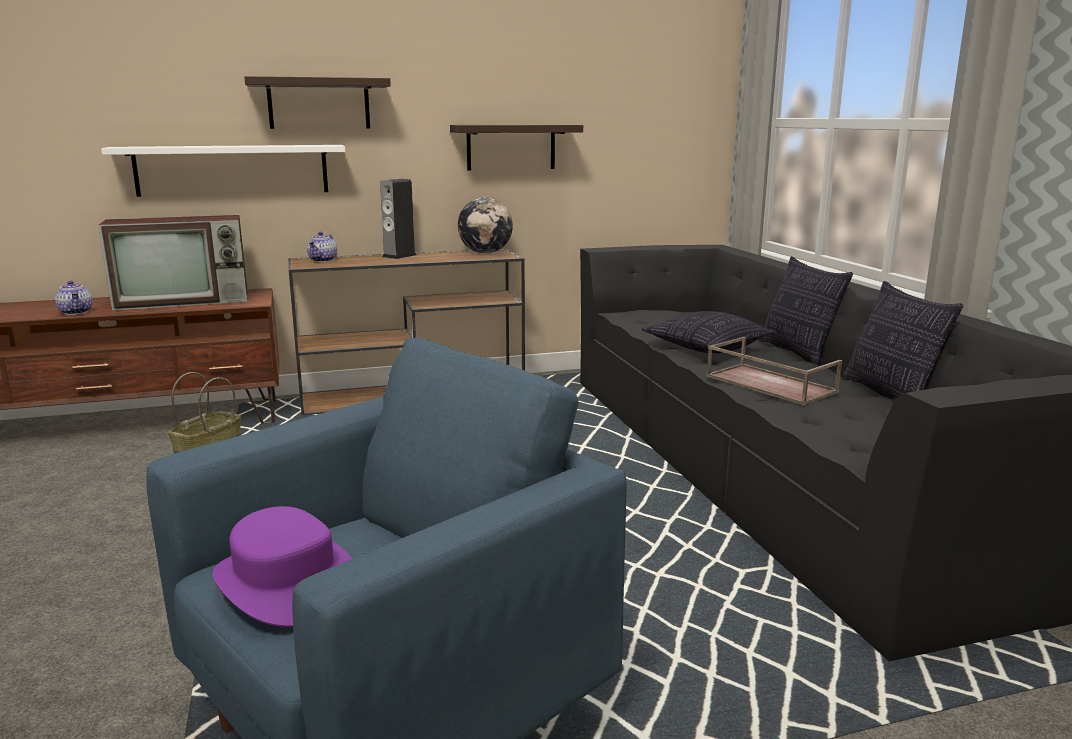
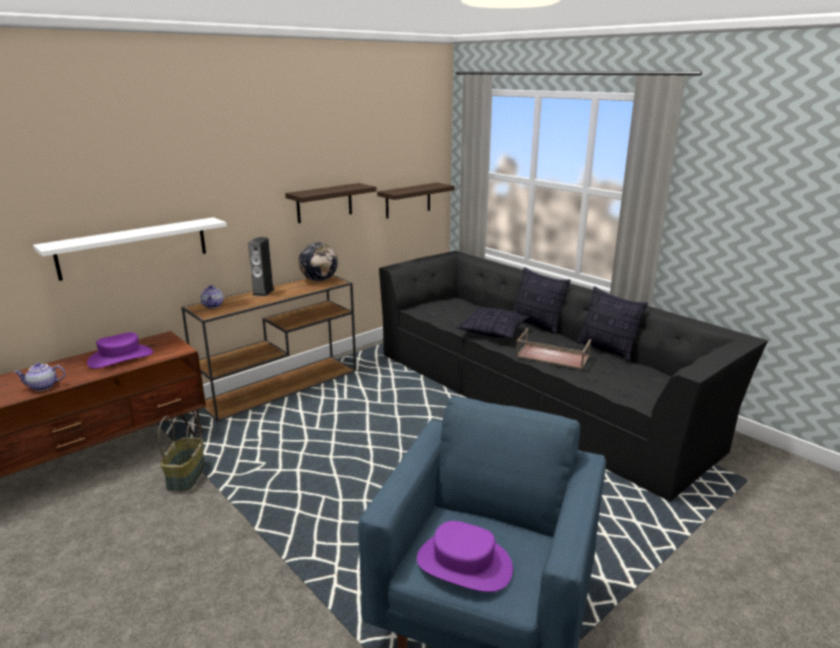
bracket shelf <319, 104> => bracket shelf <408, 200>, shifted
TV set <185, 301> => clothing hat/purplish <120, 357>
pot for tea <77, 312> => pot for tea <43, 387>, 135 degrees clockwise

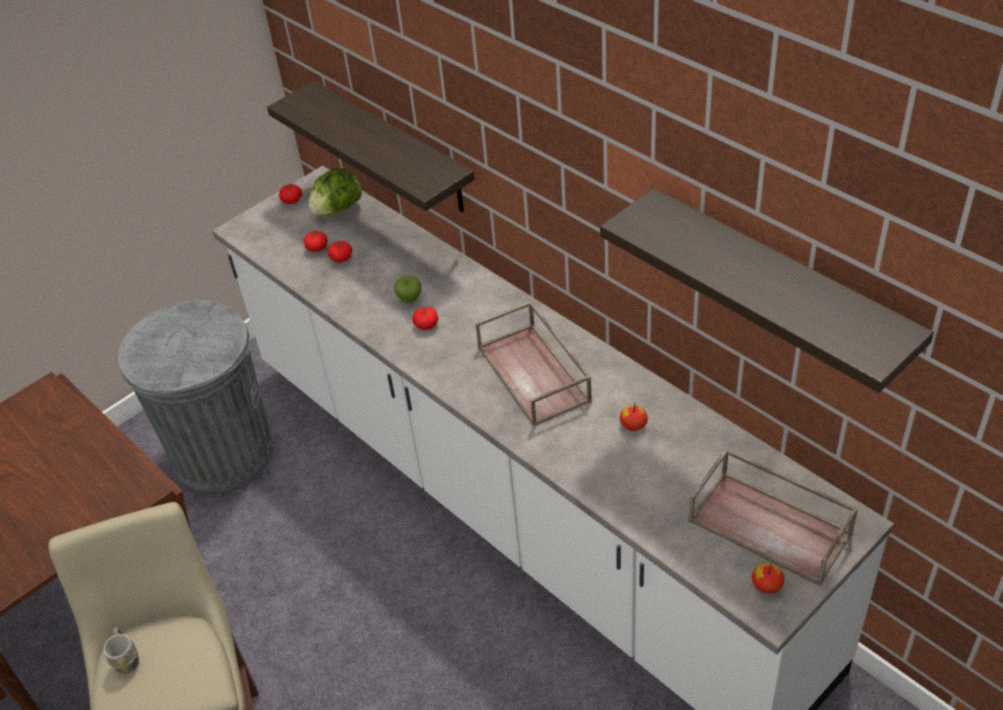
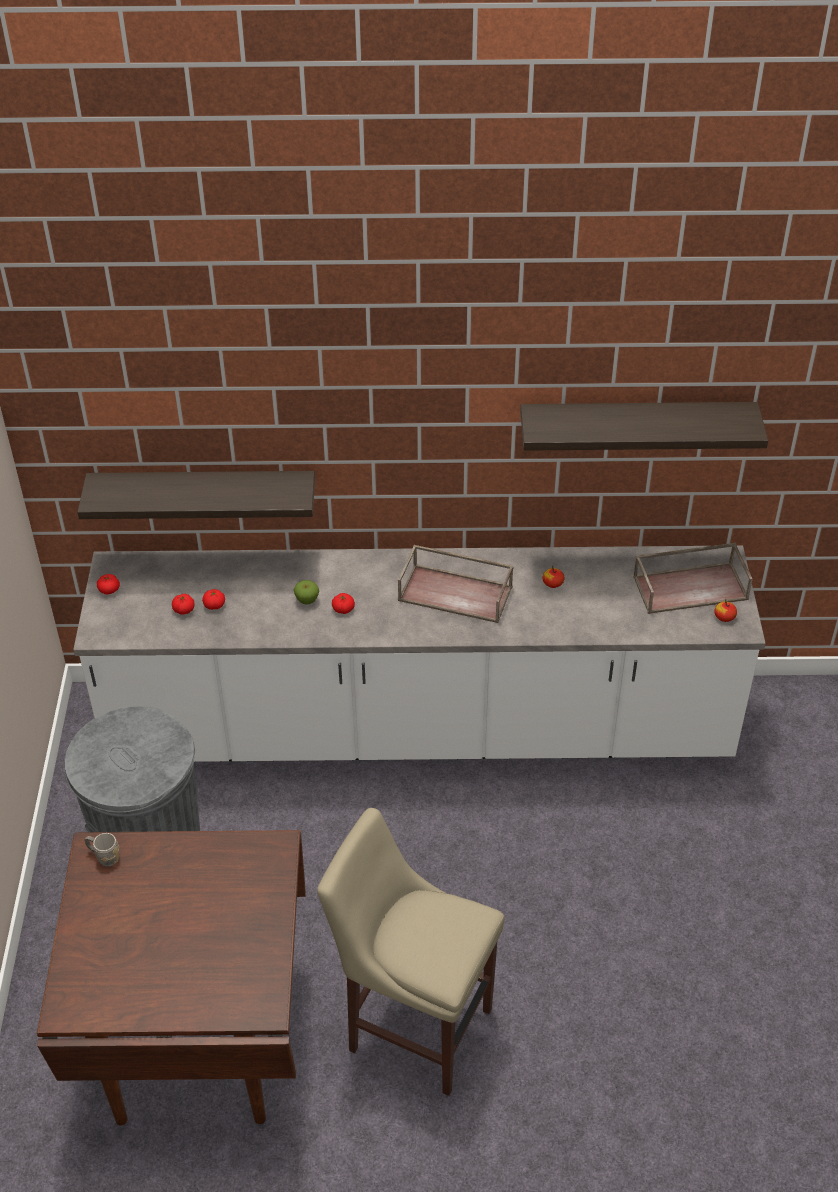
lettuce <337, 209> => nothing
coffee mug/grey <126, 658> => coffee mug/grey <104, 857>, shifted

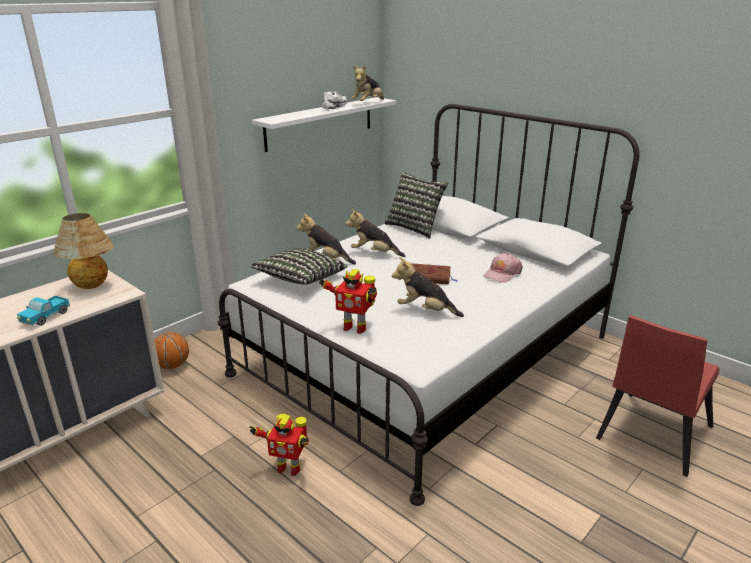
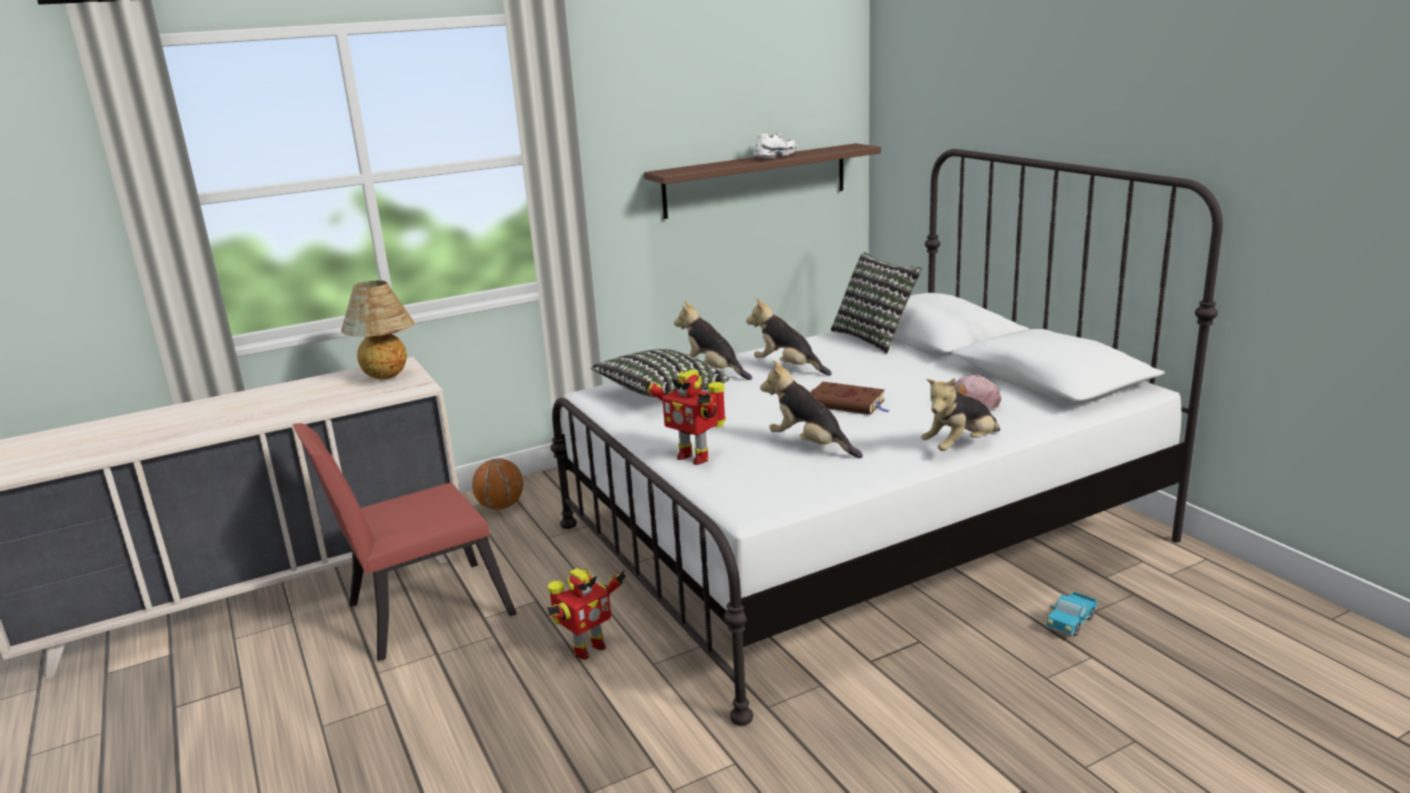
toy truck <45, 318> => toy truck <1070, 623>, shifted
plush toy <368, 103> => plush toy <960, 447>, shifted
upright chair/red-coloured <650, 435> => upright chair/red-coloured <419, 612>, shifted
bracket shelf/whitish <320, 123> => bracket shelf/brown <756, 180>
toy robot <288, 468> => toy robot <587, 649>, 75 degrees counterclockwise

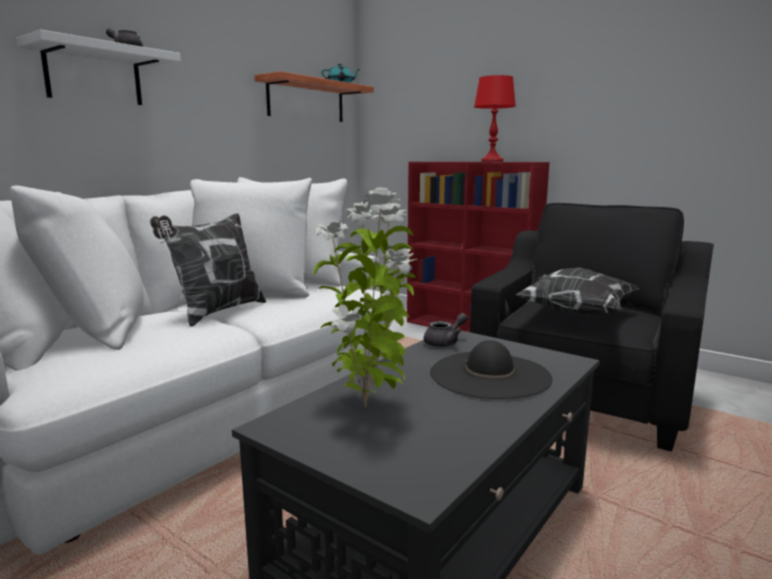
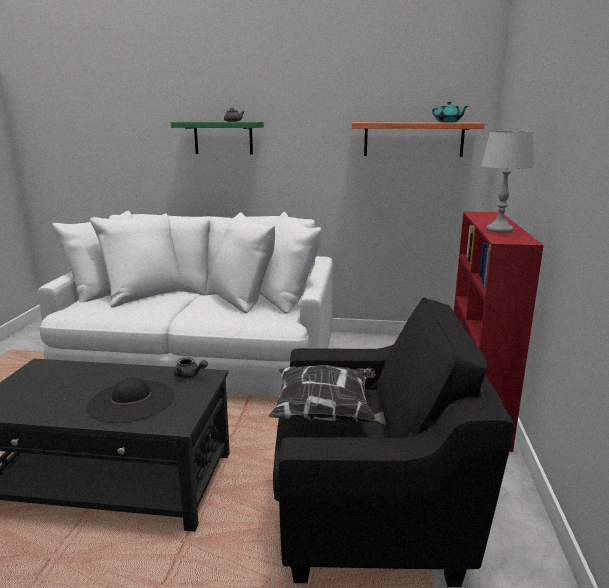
pillow <217, 312> => nothing
houseplant <368, 406> => nothing
bracket shelf/whitish <94, 75> => bracket shelf/greenish <223, 138>
lamp for a table/red-coloured <492, 161> => lamp for a table/grey <499, 230>

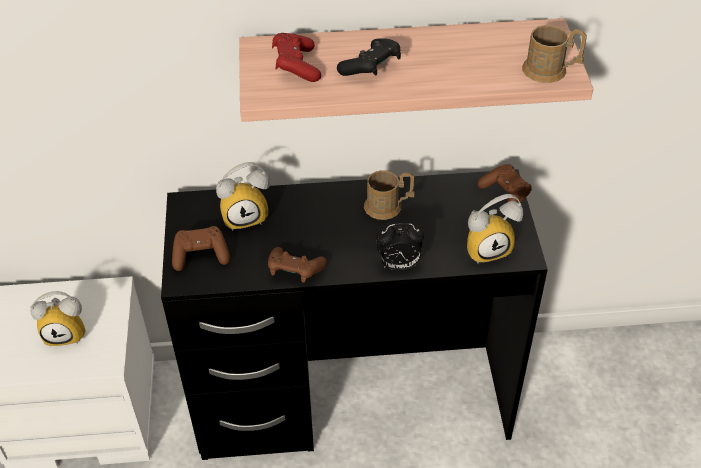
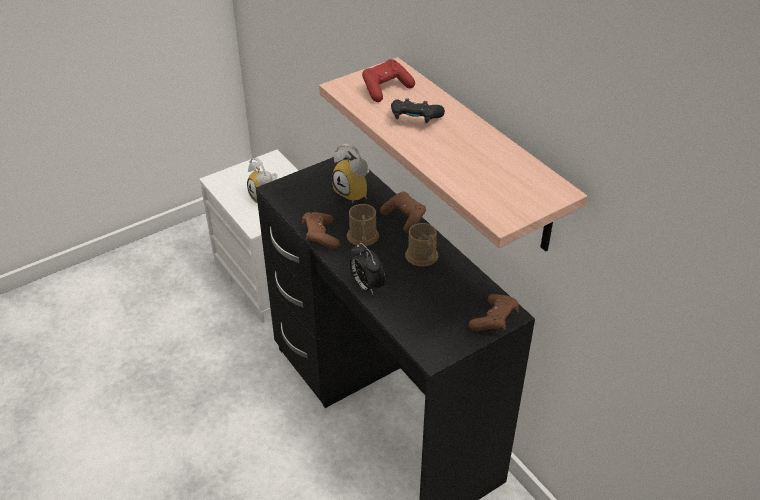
bedside clock <487, 247> => nothing
gamepad/brown <201, 255> => gamepad/brown <404, 218>, shifted
coffee mug/brown <551, 71> => coffee mug/brown <363, 238>, shifted

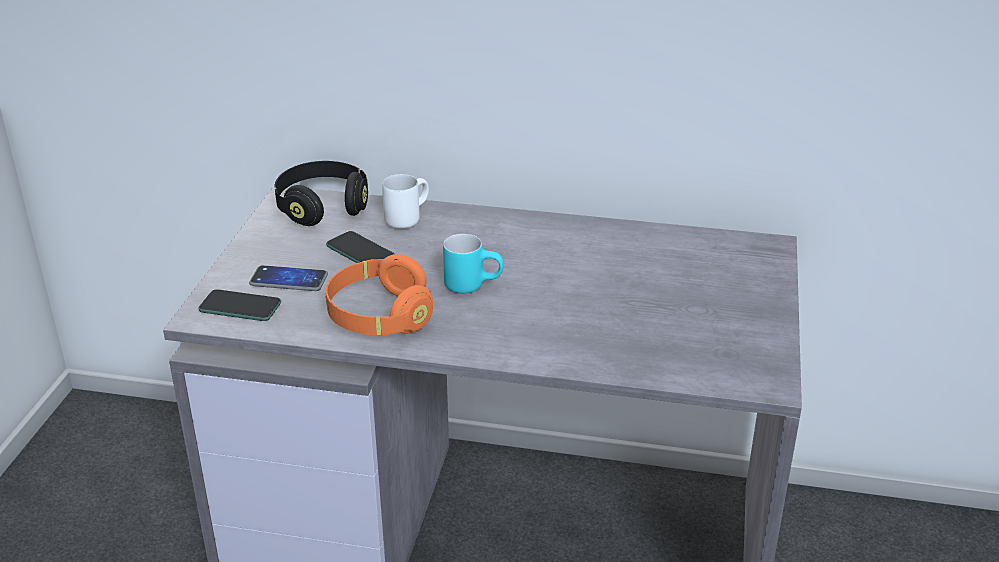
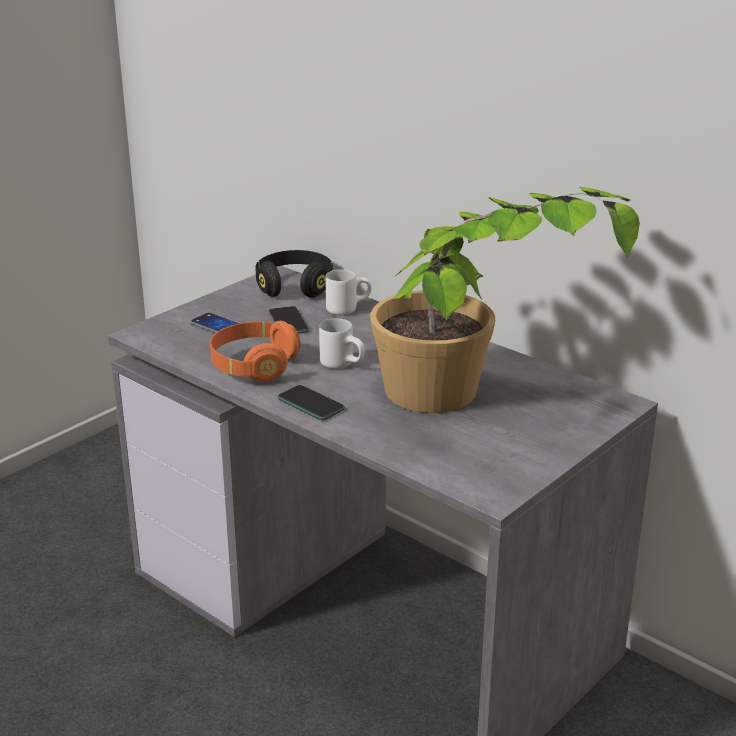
nothing => houseplant <477, 401>
telephone <240, 307> => telephone <310, 404>, shifted
coffee mug/blue-green <473, 284> => coffee mug/whitish <344, 364>

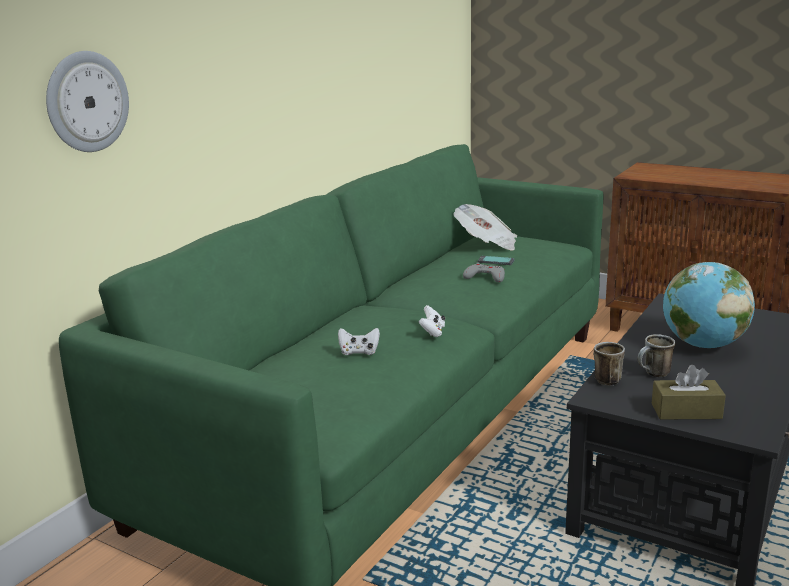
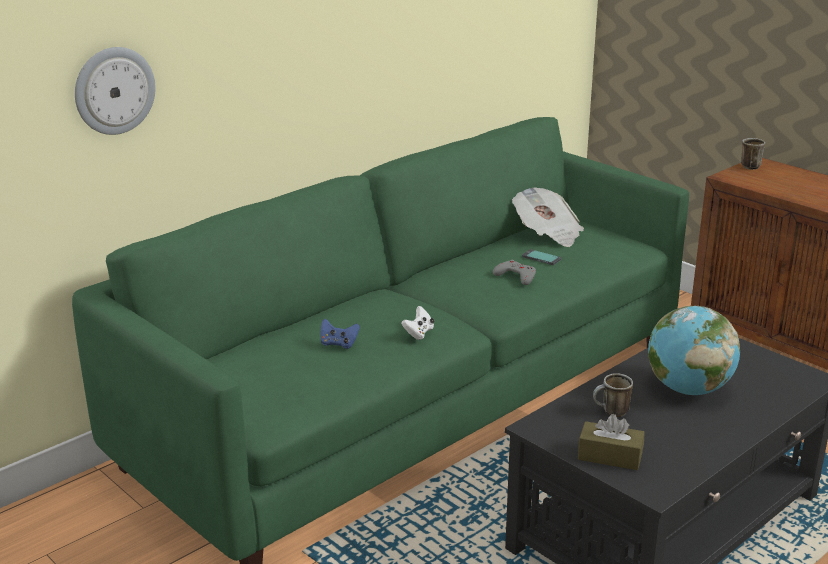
coffee mug <603, 379> => coffee mug <748, 166>, shifted
gamepad/whitish <359, 352> => gamepad/bluish <338, 344>

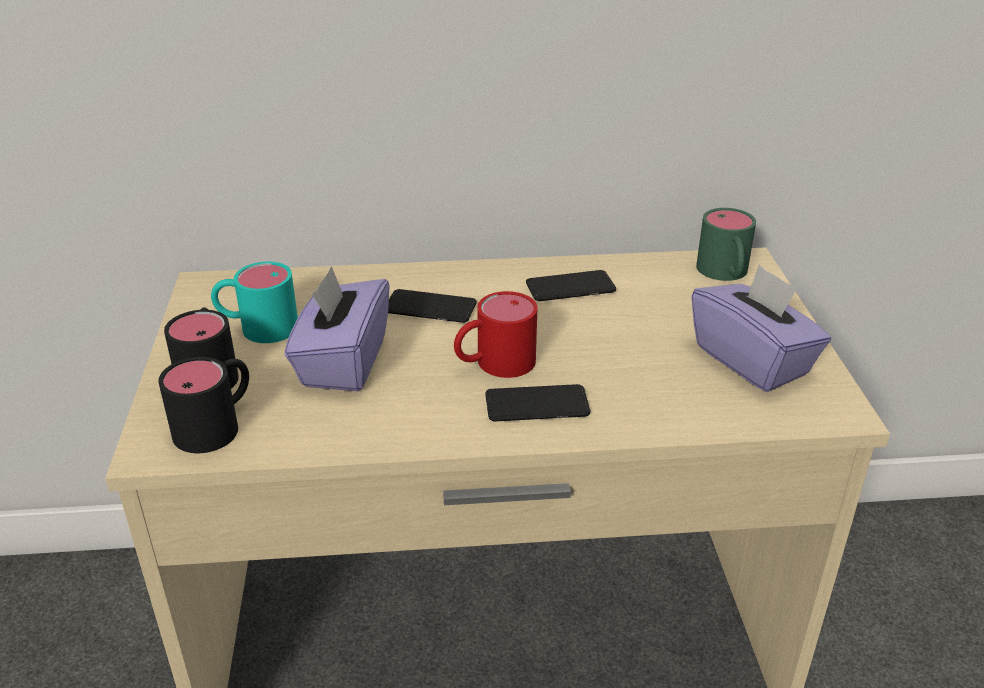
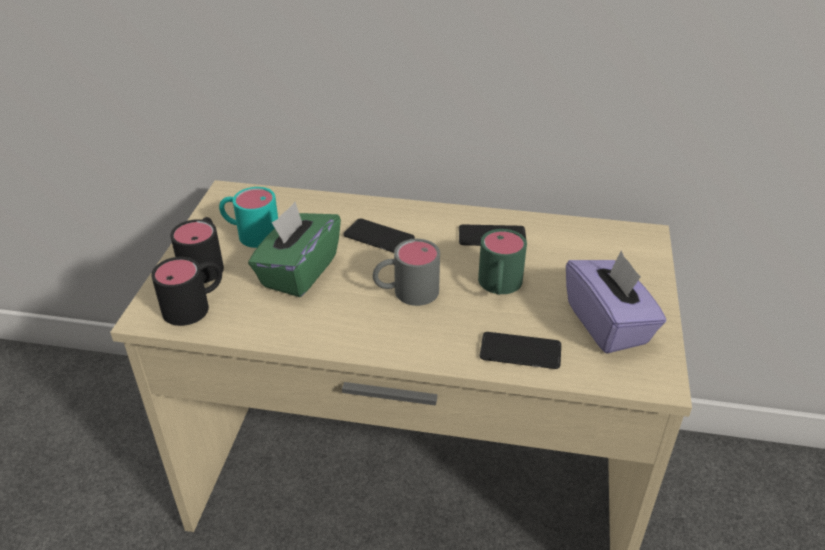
telephone <537, 405> => telephone <520, 351>, shifted
coffee mug/greenish <725, 274> => coffee mug/greenish <499, 287>, shifted
tissue box/purplish <343, 362> => tissue box/greenish <298, 271>
coffee mug/red-coloured <494, 364> => coffee mug/grey <406, 292>

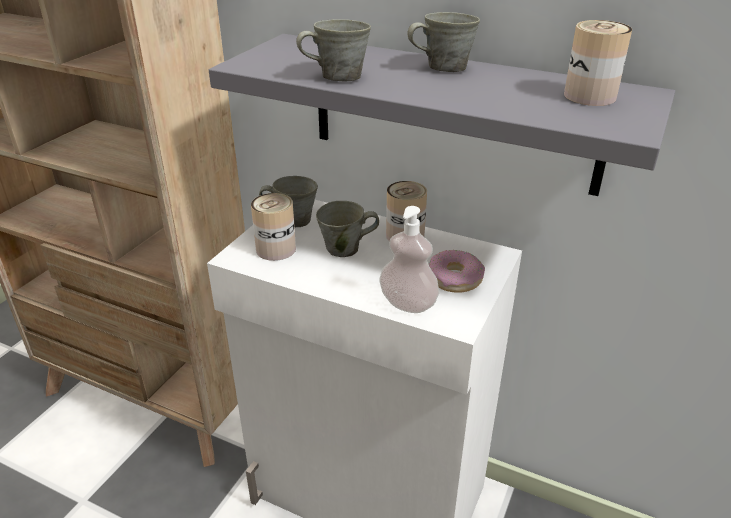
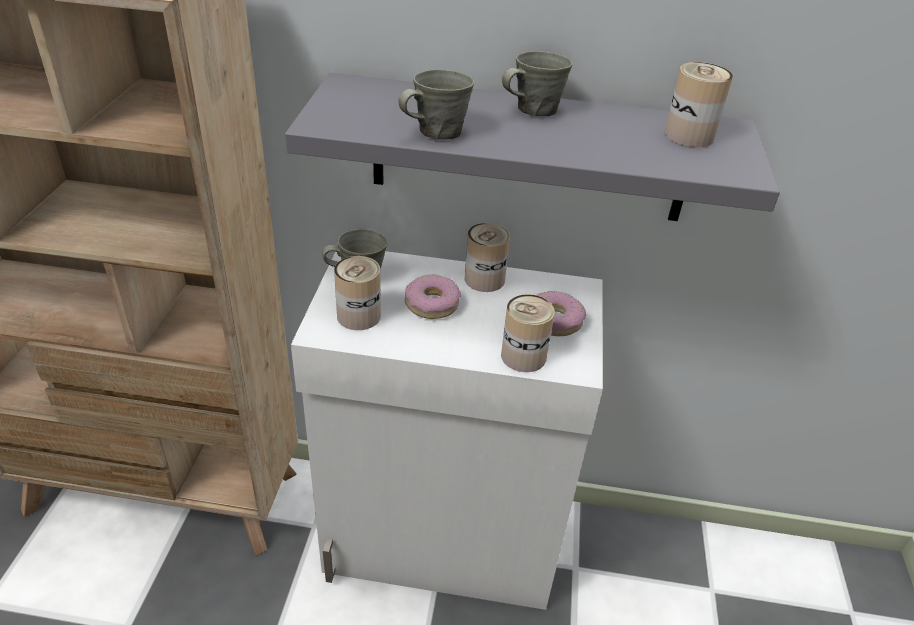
coffee mug/grey <345, 248> => ring doughnut <431, 304>
soap bottle <408, 303> => can <523, 356>

